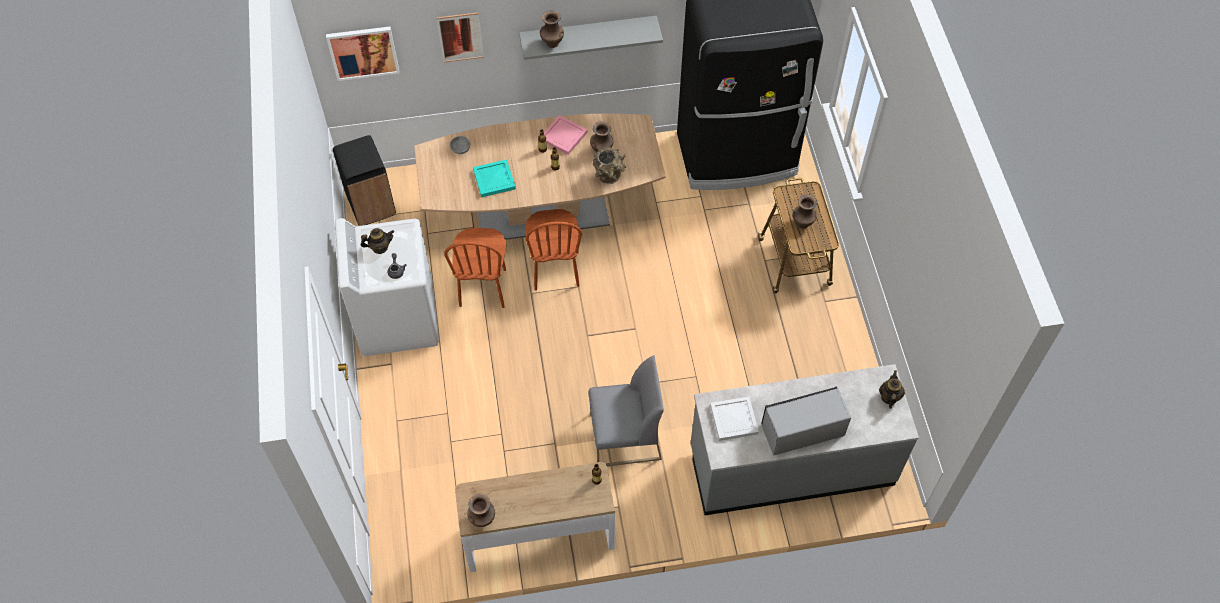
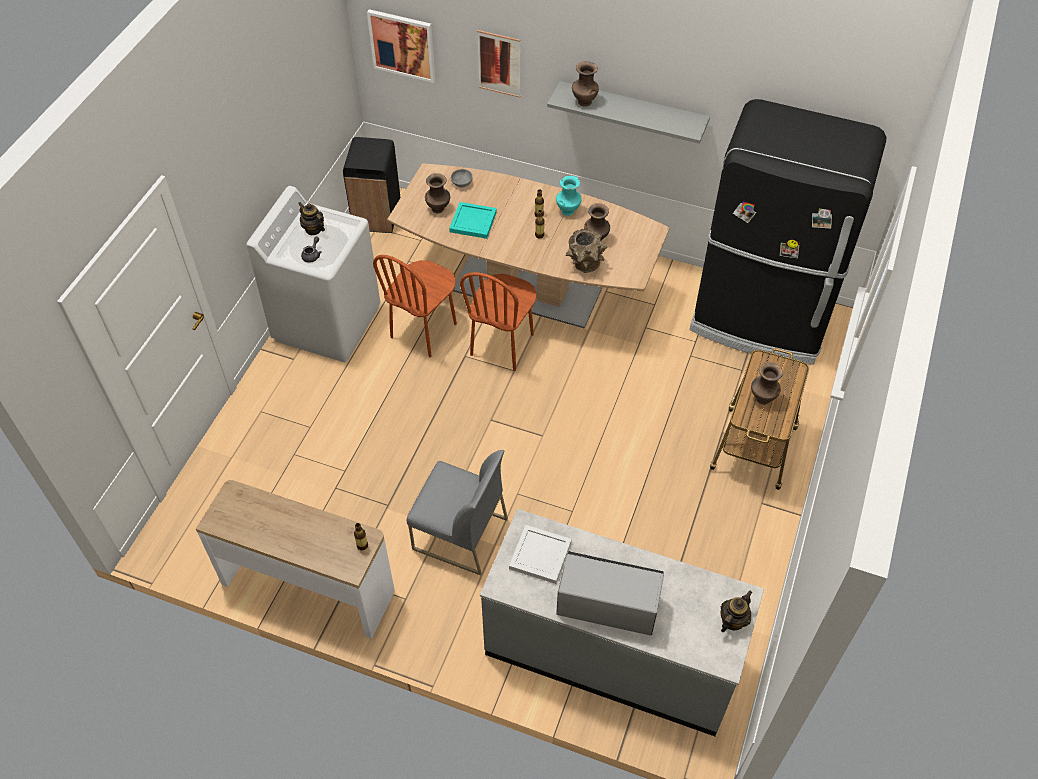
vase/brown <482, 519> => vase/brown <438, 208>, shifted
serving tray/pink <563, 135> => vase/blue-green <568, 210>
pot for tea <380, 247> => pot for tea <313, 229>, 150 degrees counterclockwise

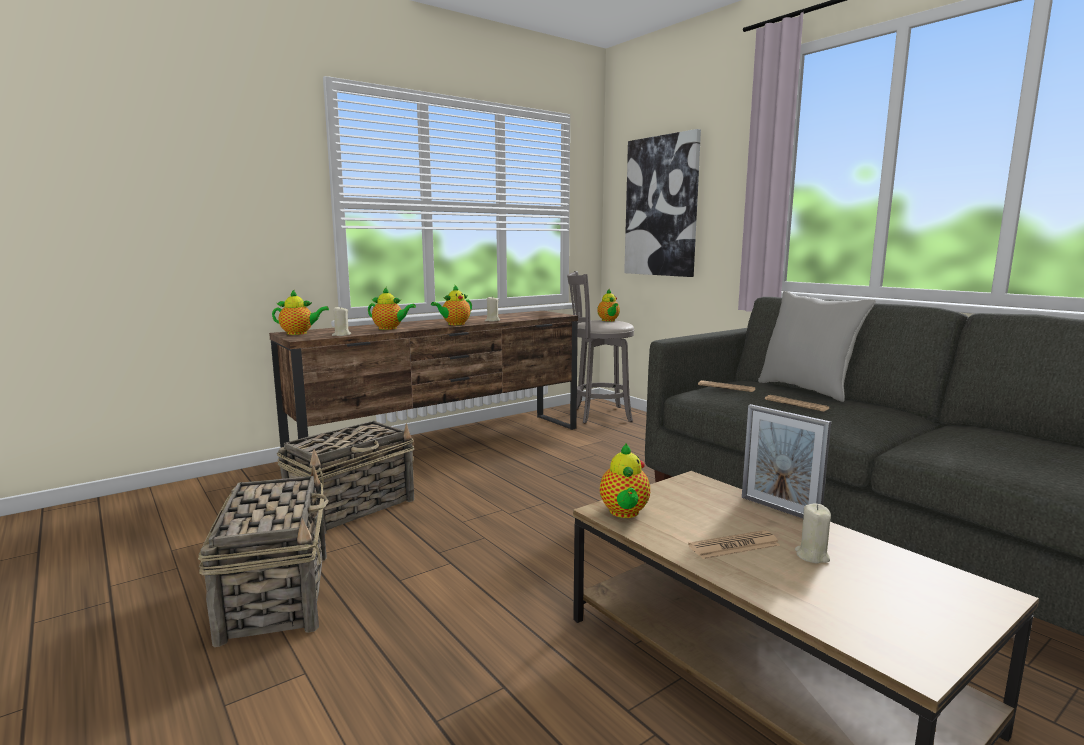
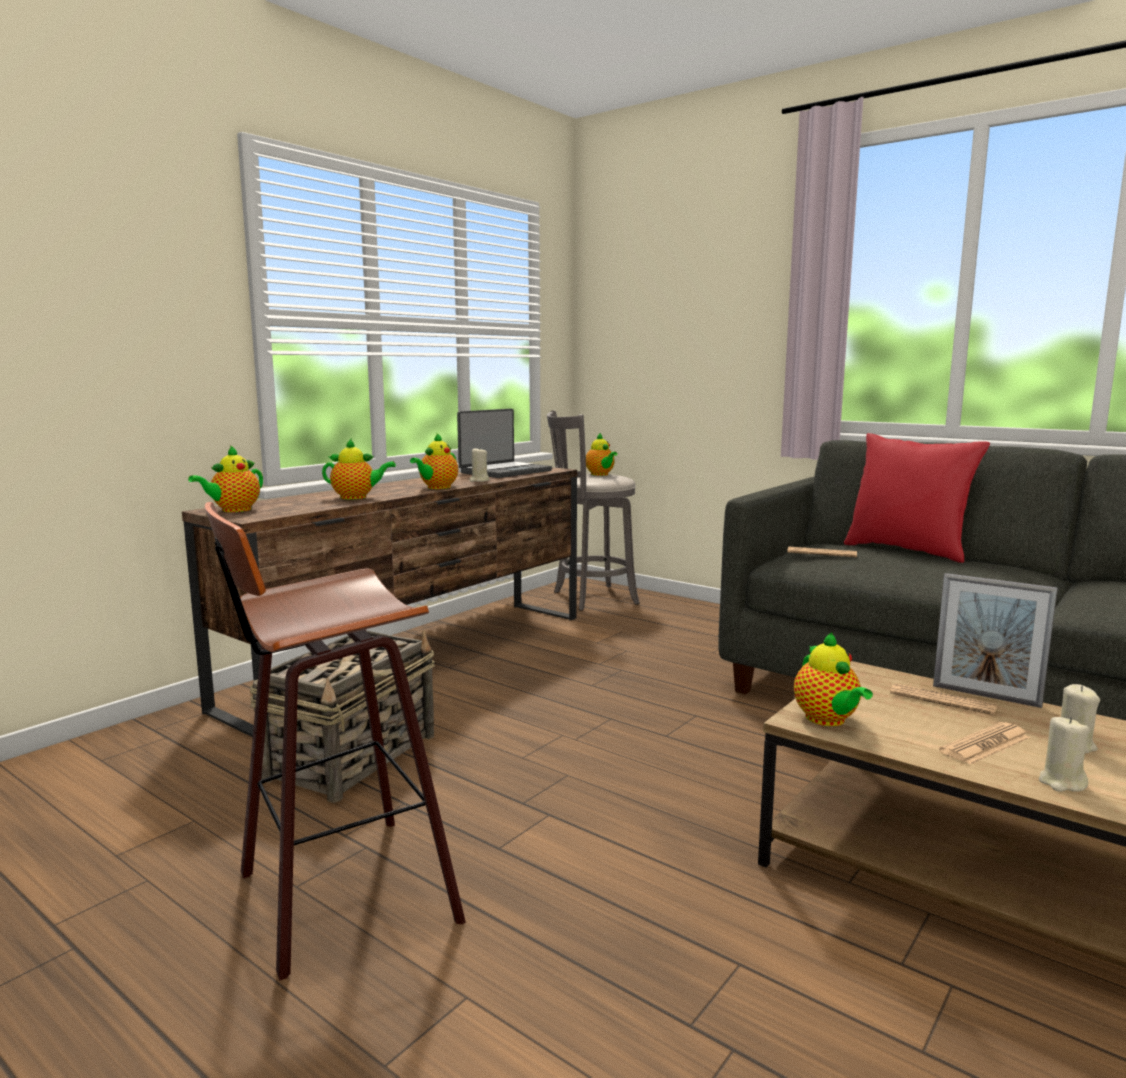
picture <661, 206> => nothing
nothing => laptop <504, 472>
candle/beige-coloured <341, 335> => candle/beige-coloured <1061, 783>, shifted
daily paper <796, 404> => daily paper <942, 700>, shifted
storage basket <277, 595> => sitting stool <338, 895>
pillow/grey <807, 390> => pillow/red-coloured <907, 551>
pot for tea <299, 333> => pot for tea <233, 510>, 150 degrees clockwise

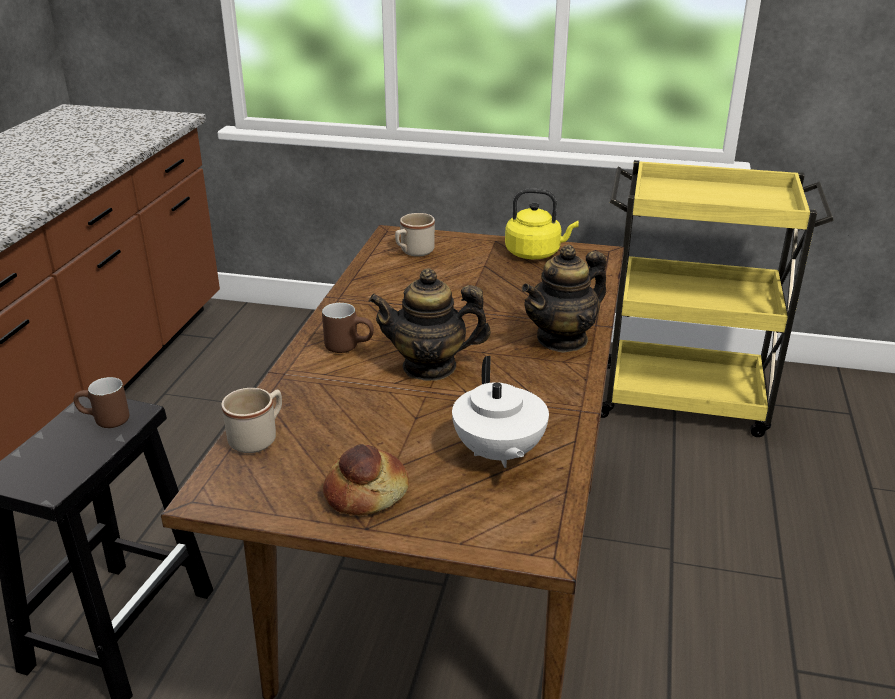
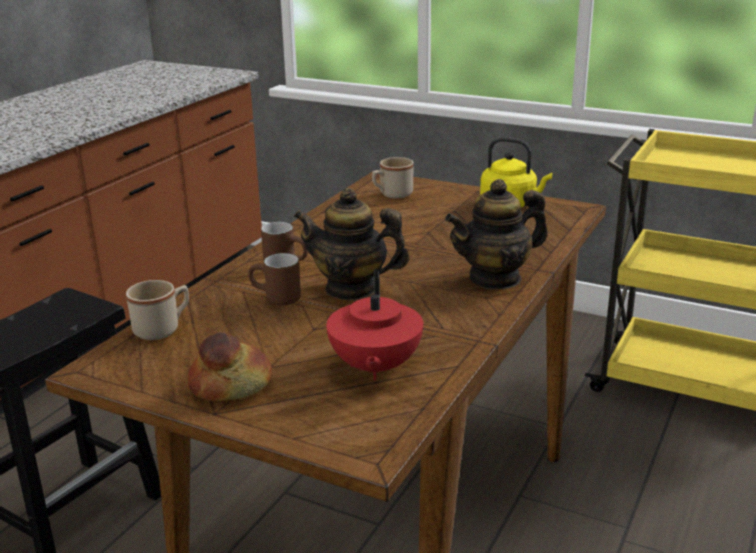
coffee mug/brown <104, 422> => coffee mug/brown <275, 299>, shifted
pot for tea/whitish <498, 453> => pot for tea/red-coloured <374, 367>

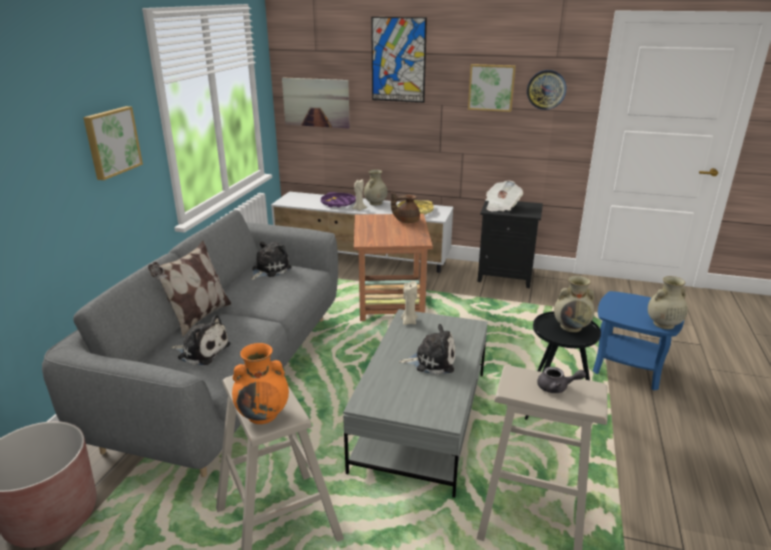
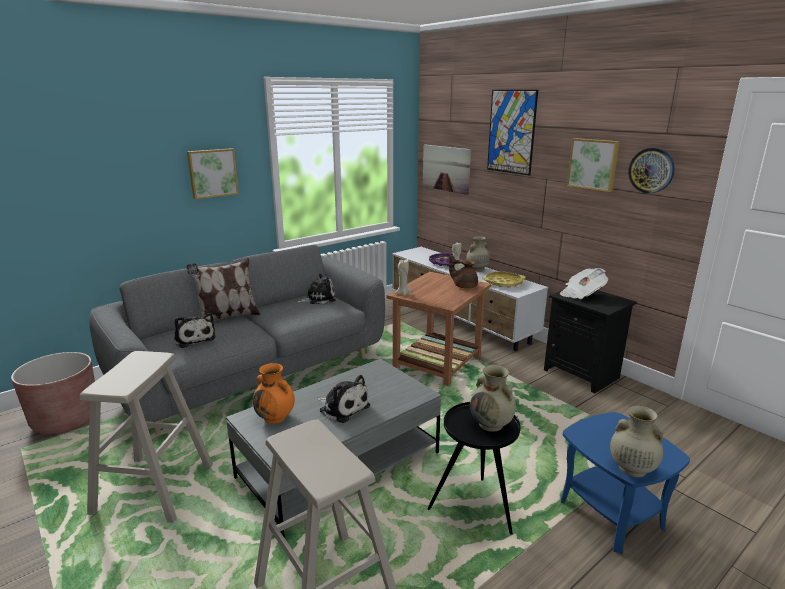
pot for tea/grey <557, 388> => nothing
vase/orange-coloured <263, 414> => vase/orange-coloured <276, 417>, shifted
candle/beige-coloured <409, 322> => candle/beige-coloured <402, 293>, shifted

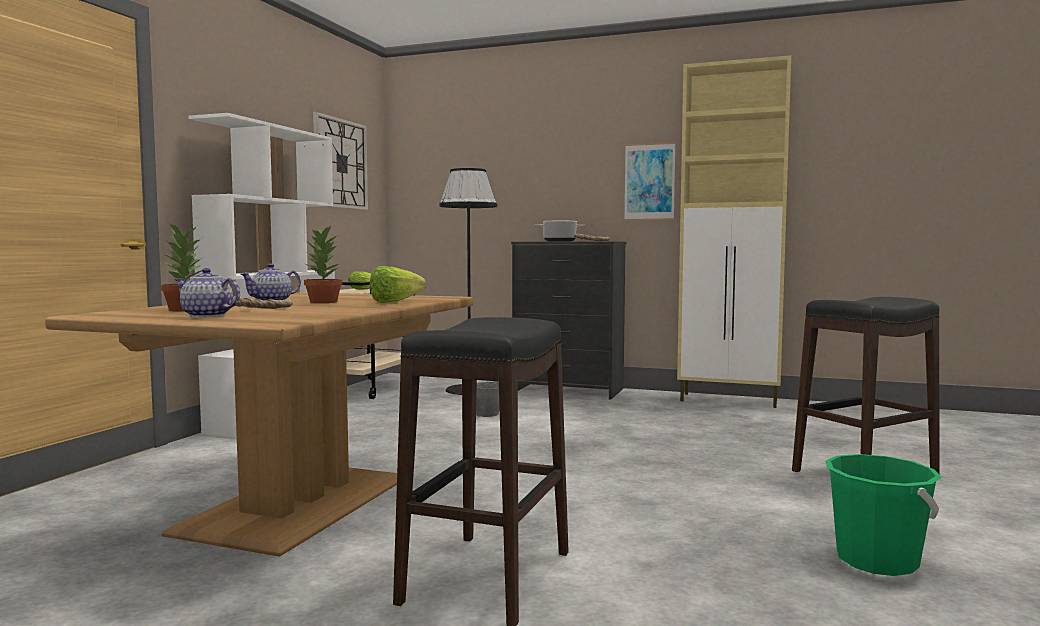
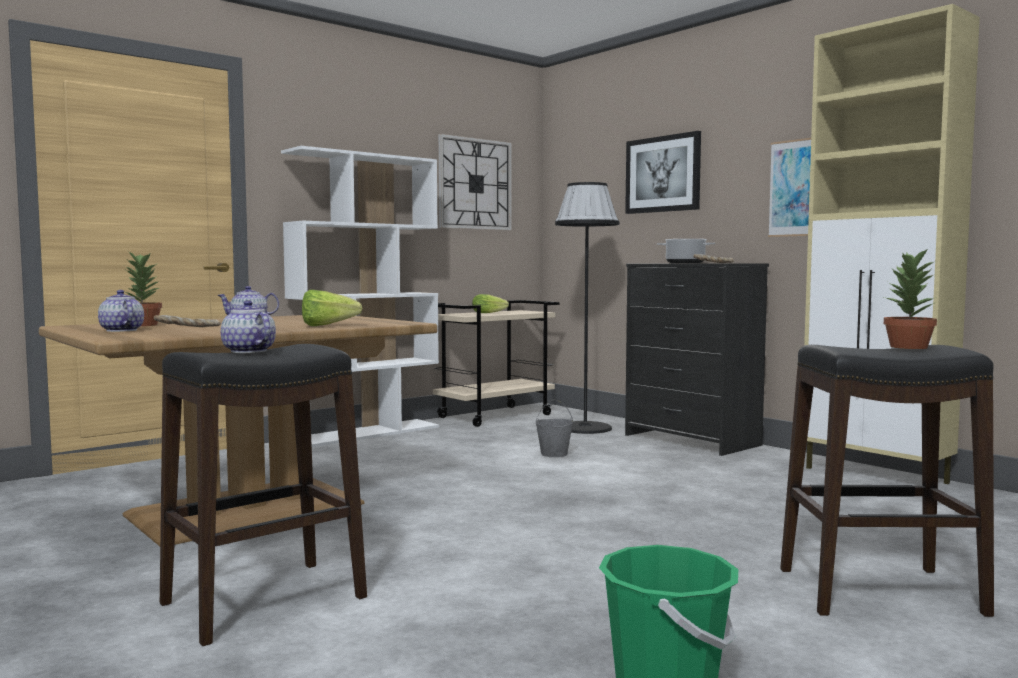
nothing => pot for tea <248, 351>
nothing => picture <663, 174>
houseplant <323, 302> => houseplant <908, 347>, shifted

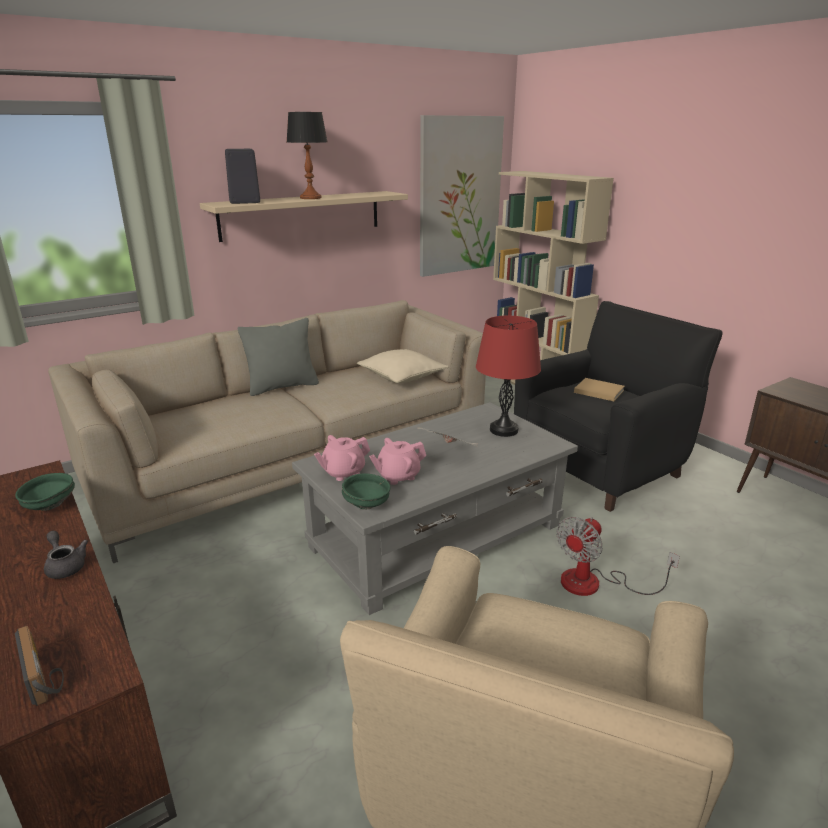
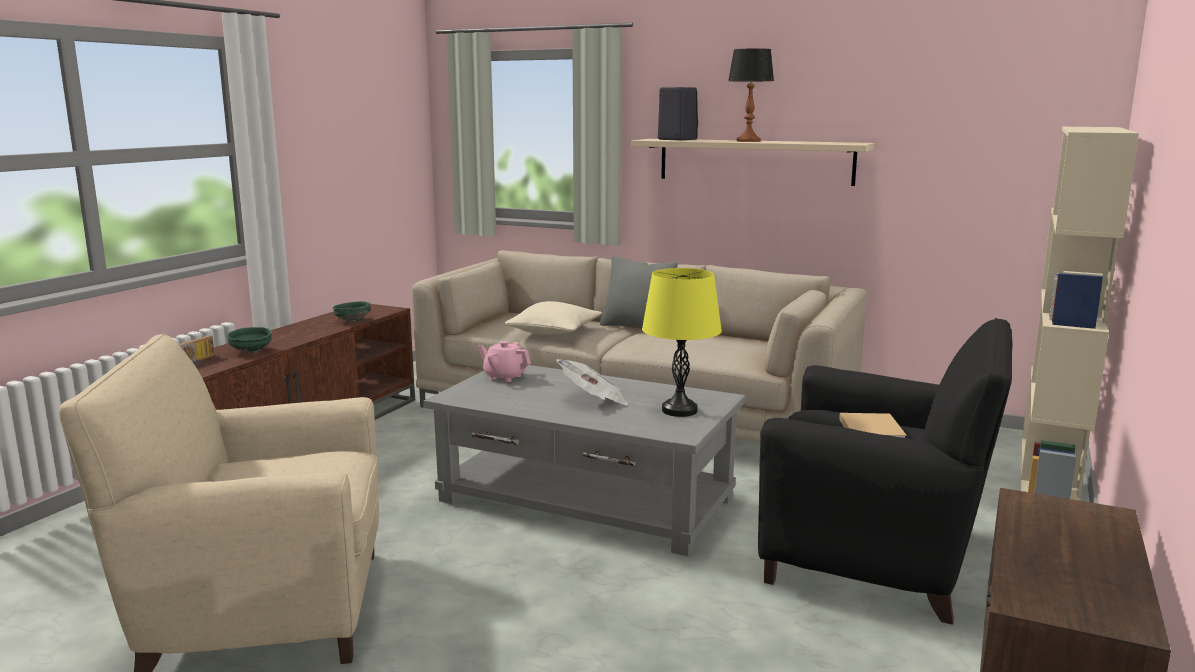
pot for tea/grey <65, 566> => nothing
pot for tea/pink <398, 476> => nothing
picture <460, 196> => nothing
electric fan <594, 583> => nothing
serving bowl/greenish <367, 504> => serving bowl/greenish <251, 351>, shifted
pillow/beige-coloured <402, 376> => pillow/beige-coloured <554, 332>, shifted
lamp for a table/red-coloured <503, 430> => lamp for a table/yellow-coloured <679, 410>

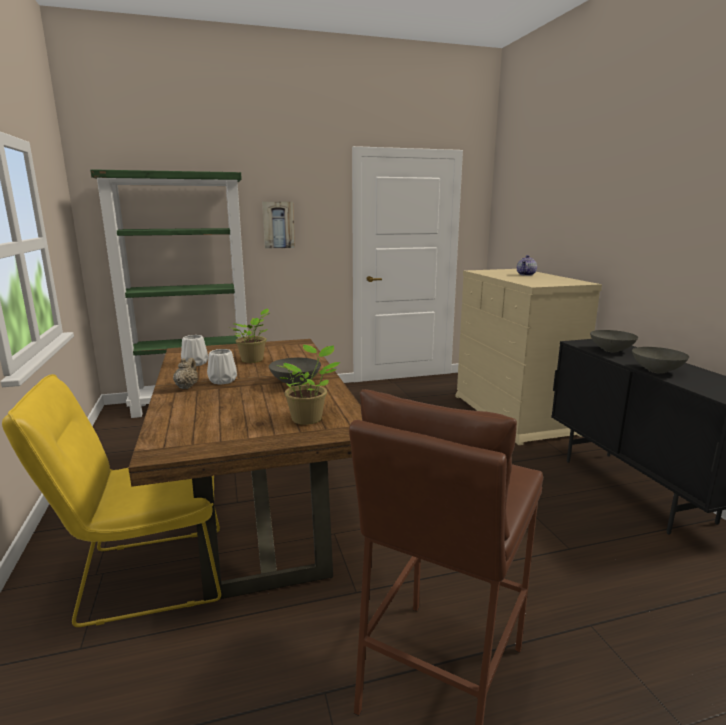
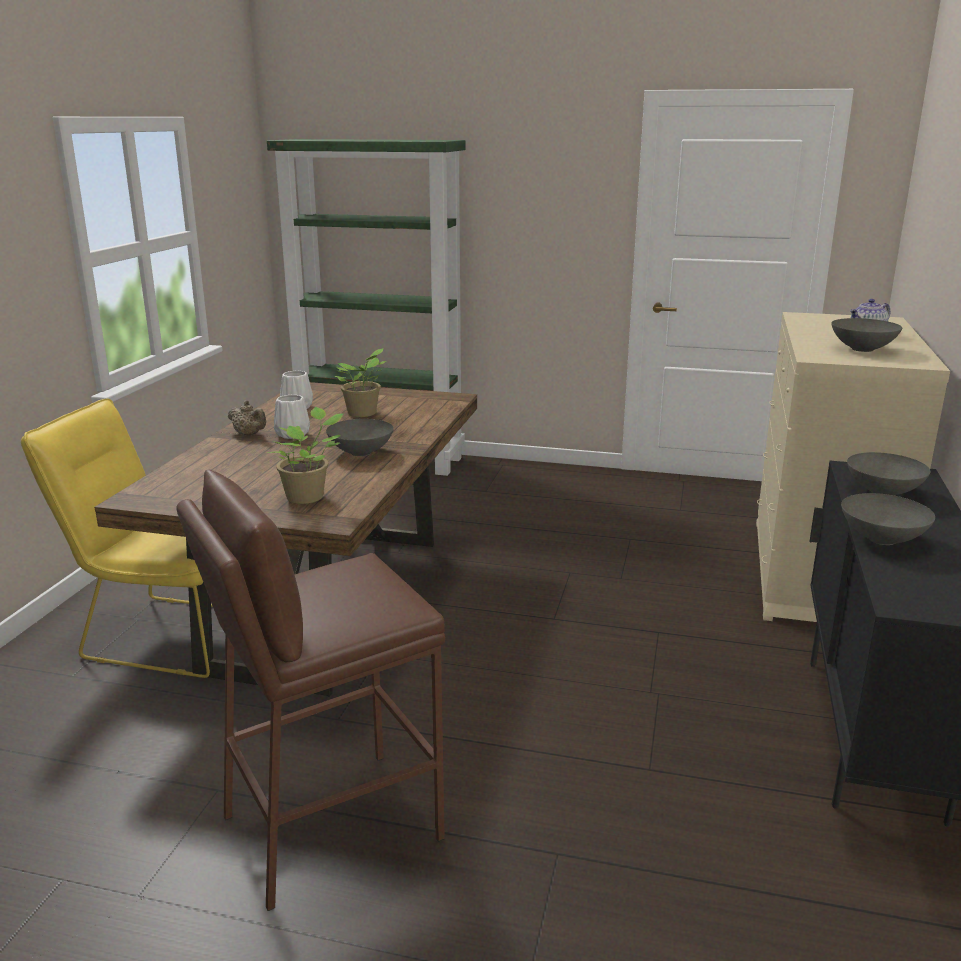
picture <278, 225> => nothing
nothing => serving bowl/grey <862, 349>
pot for tea/beige-coloured <187, 387> => pot for tea/beige-coloured <249, 434>, 90 degrees clockwise

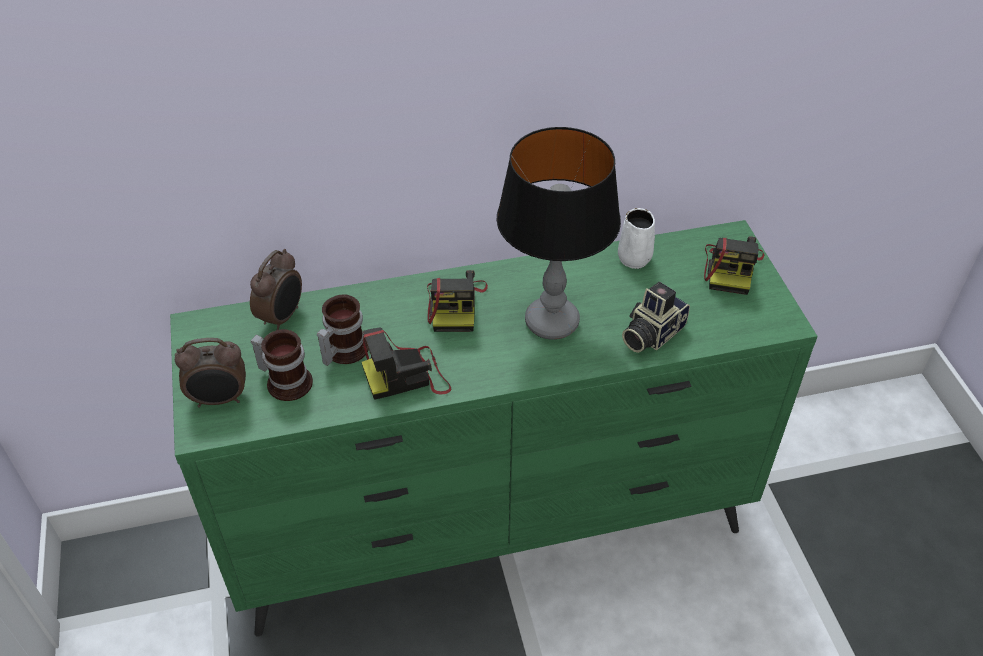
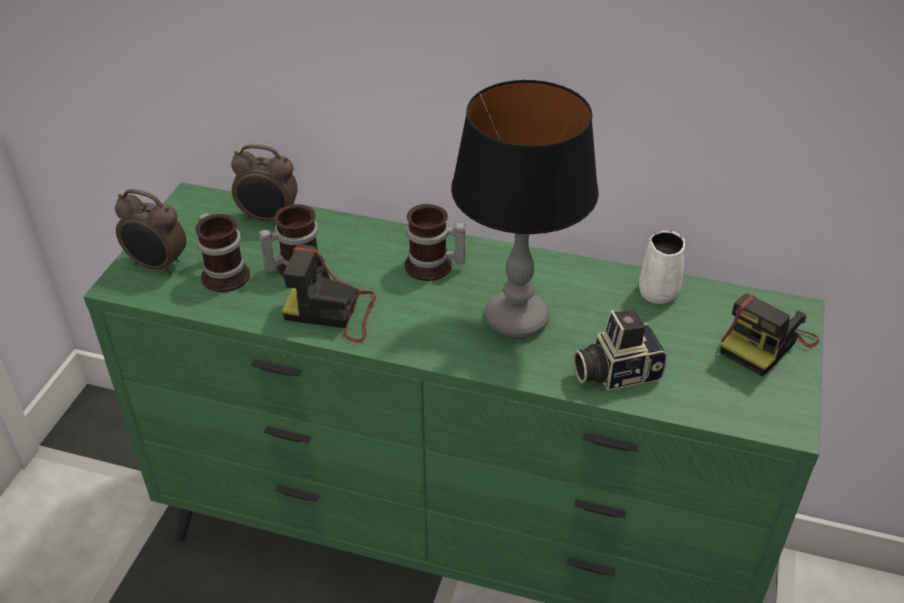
still camera <455, 305> => coffee mug <433, 267>
bedside clock <282, 317> => bedside clock <268, 218>, 45 degrees clockwise

